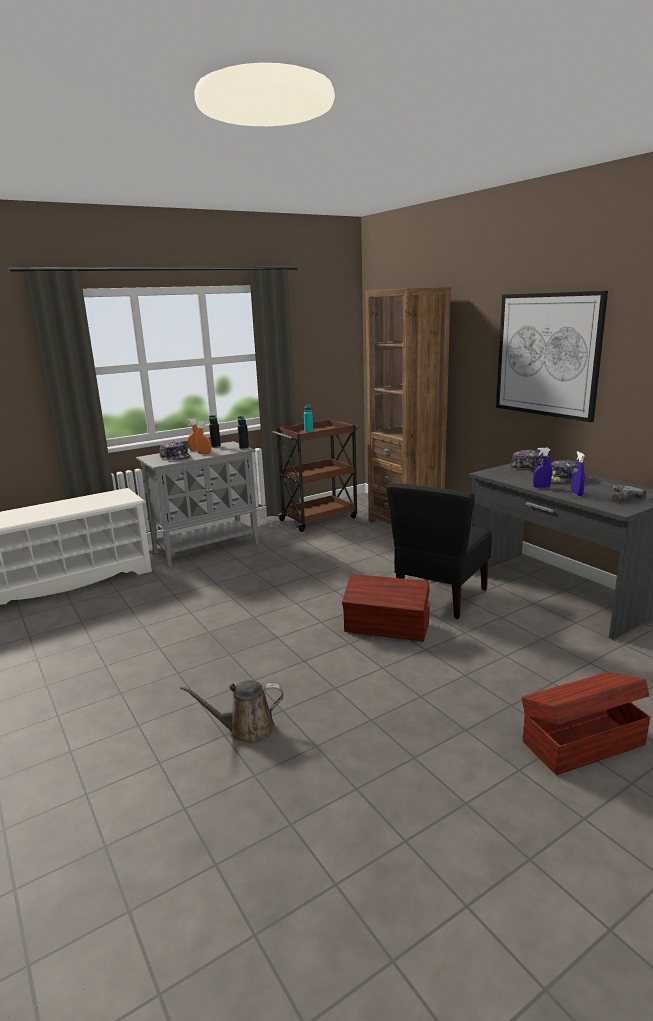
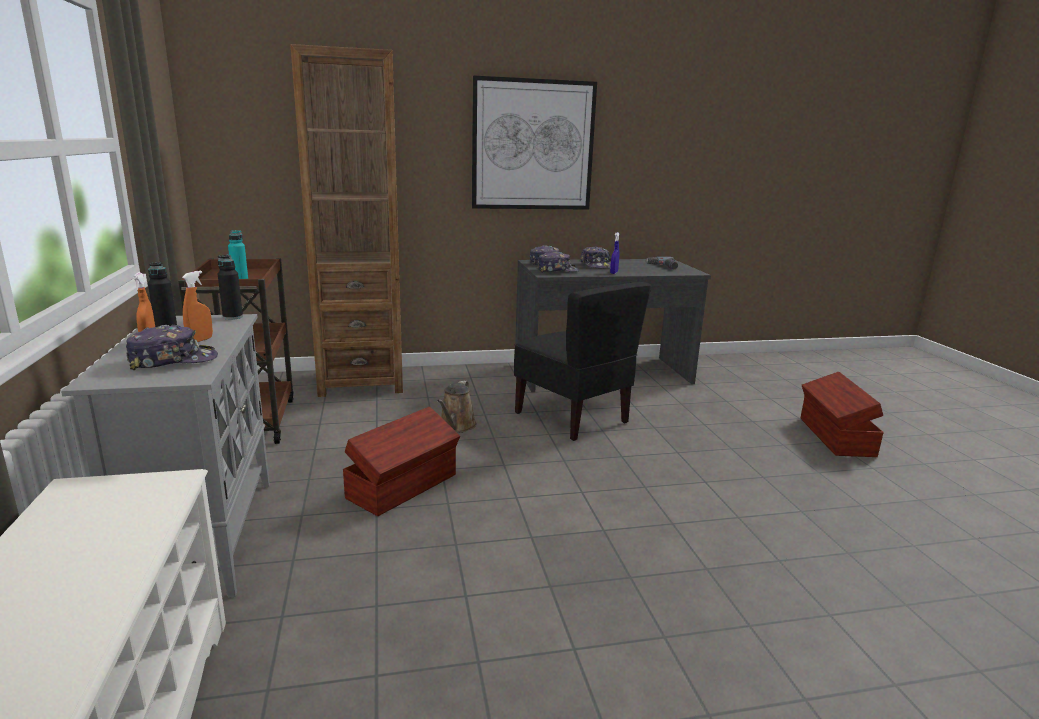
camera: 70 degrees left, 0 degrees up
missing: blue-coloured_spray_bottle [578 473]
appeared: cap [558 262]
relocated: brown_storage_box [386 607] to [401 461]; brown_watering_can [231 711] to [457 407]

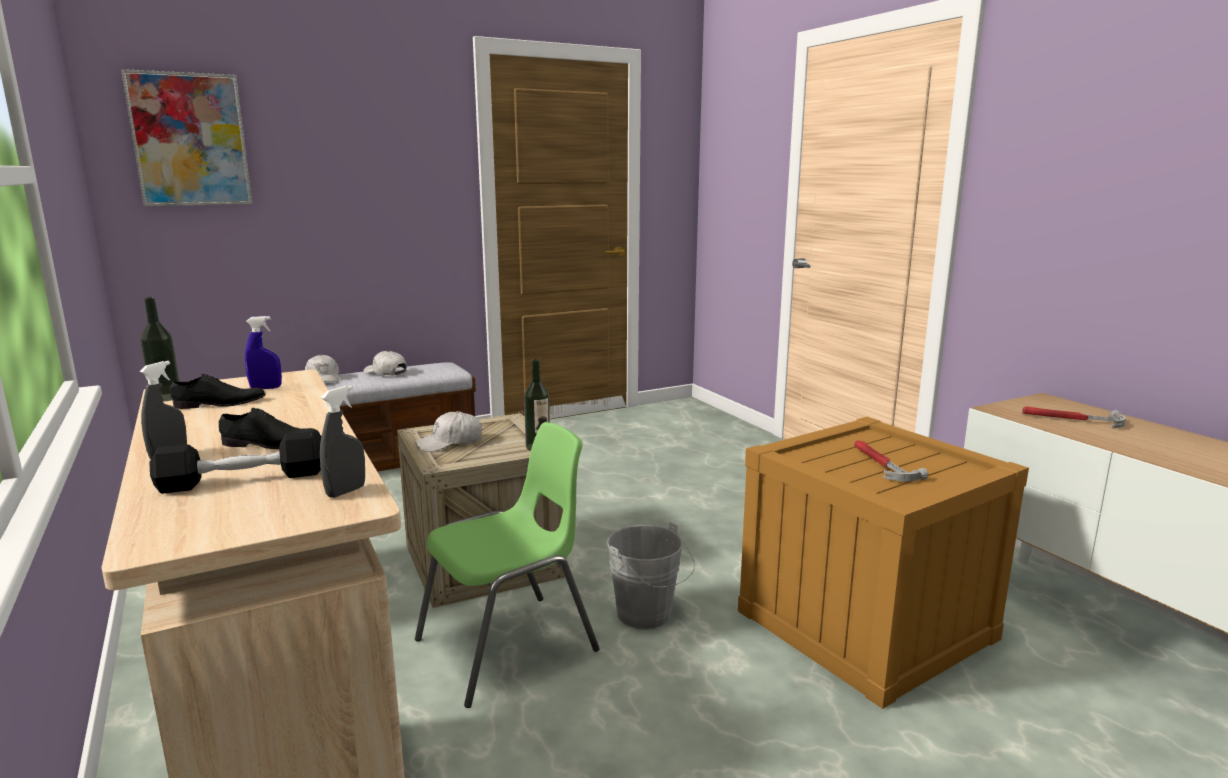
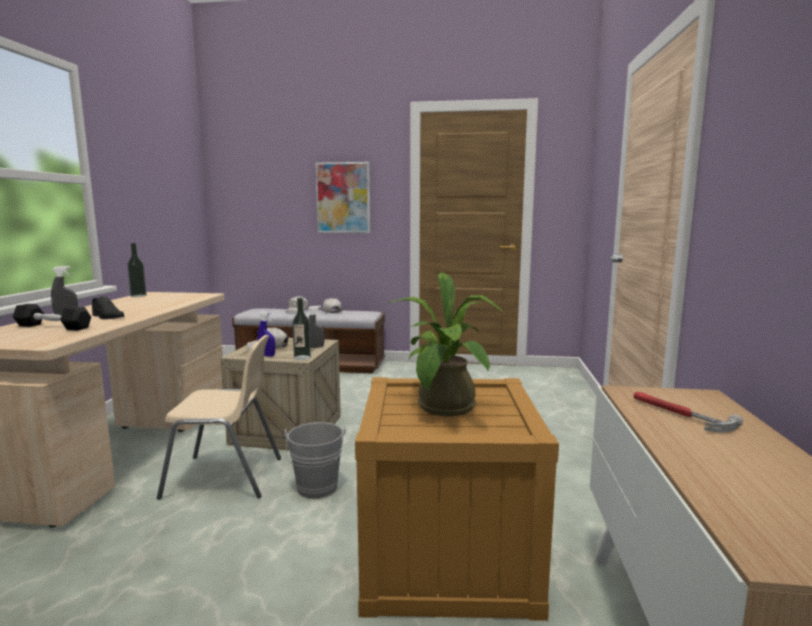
camera: 35 degrees right, 5 degrees down
missing: black_low_shoe [218 391]
relocated: wall_picture [186 137] to [343 197]; blue-coloured_spray_bottle [263 352] to [266 334]; grey_spray_bottle [342 441] to [316 327]
exchanged: hand_hammer [891 461] to potted_plant [446 344]
colour: greenish_plain_chair [507 565] to beige-coloured_plain_chair [219 417]

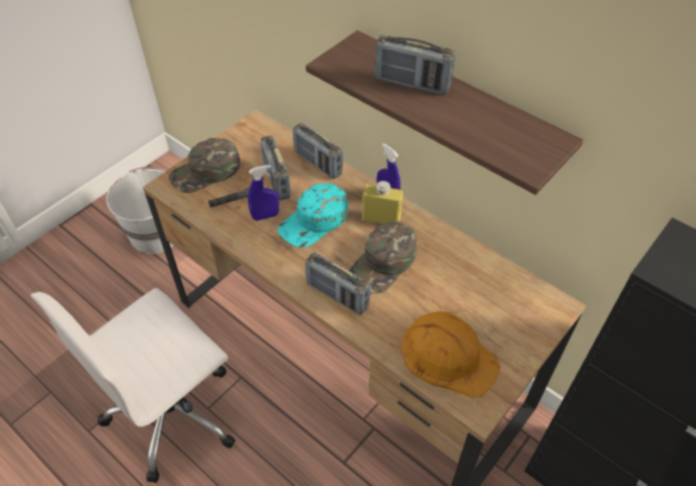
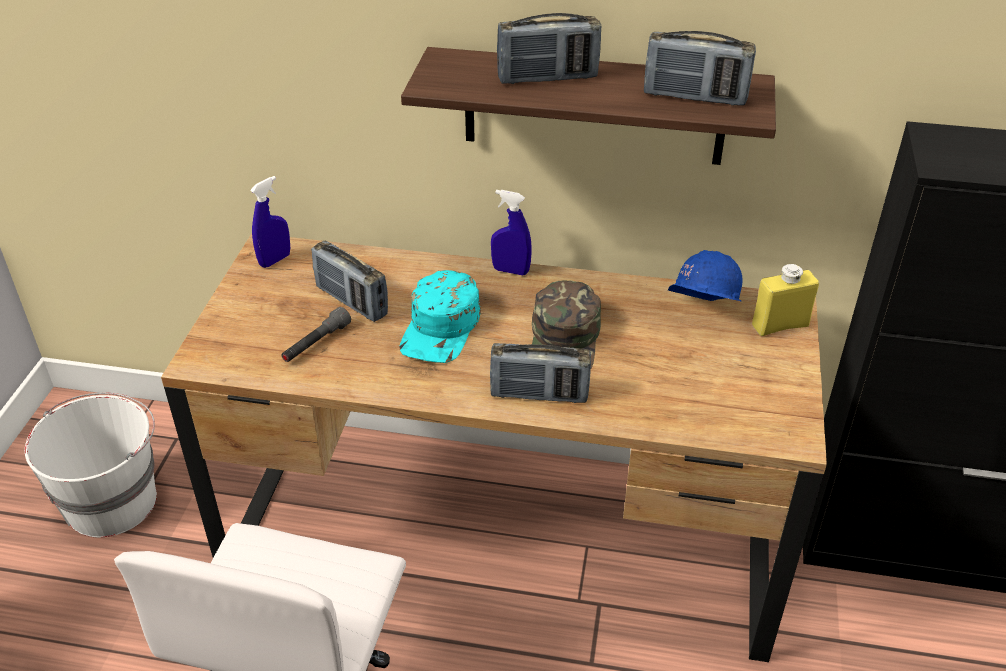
camera: 30 degrees left, 10 degrees down
missing: greenish_cap [204 165]; orange_safety_helmet [451 354]
appeared: blue-coloured_safety_helmet [705 275]
relocated: radio [318 151] to [700 68]; blue-coloured_spray_bottle [263 193] to [270 222]; yellow-coloured_bottle [382 202] to [785 300]

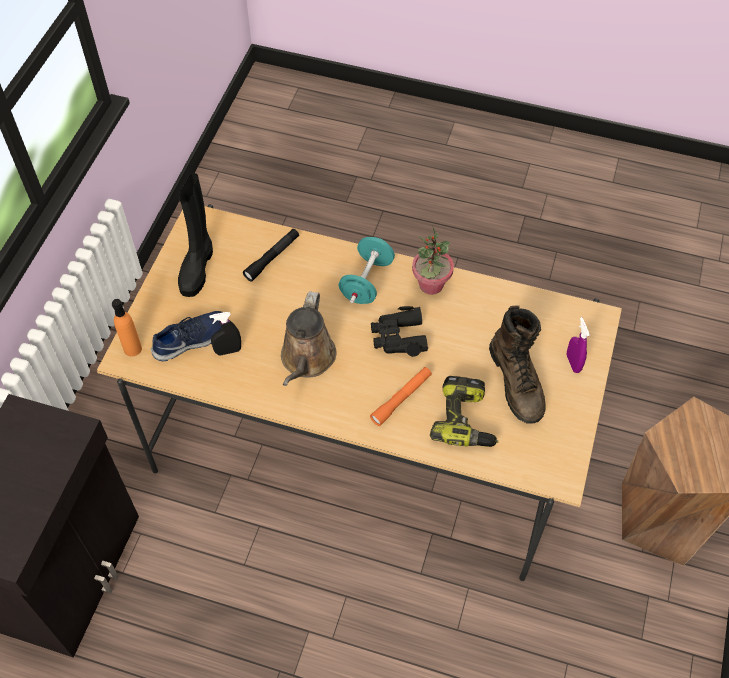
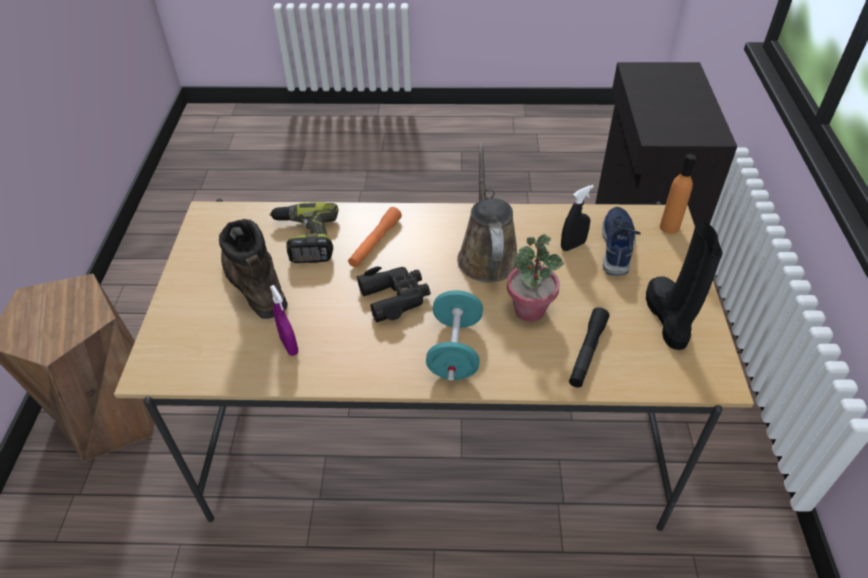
camera: 165 degrees right, 10 degrees down
relocated: potted_plant [433 261] to [535 278]; purple_spray_bottle [578 345] to [284 320]
spun: blue-coloured_low_shoe [187 336] = [621 241] 150 degrees clockwise

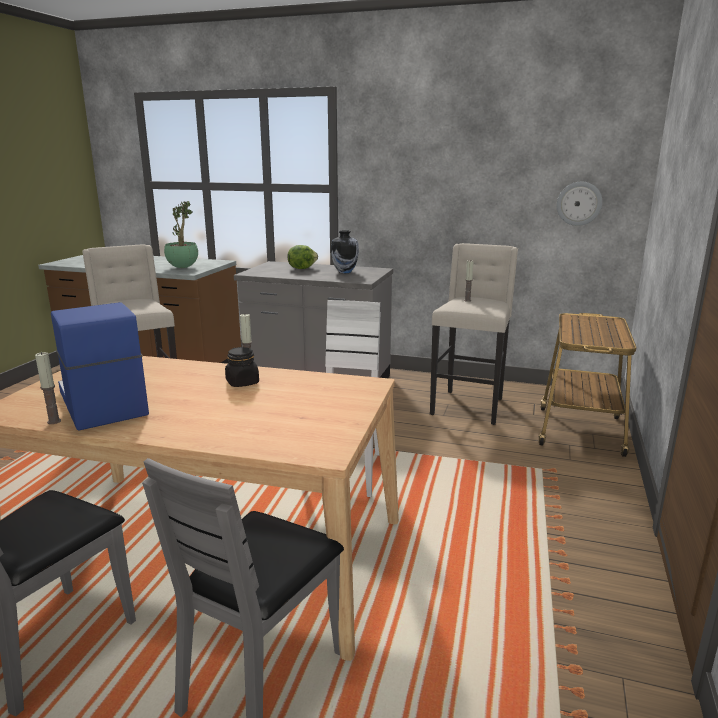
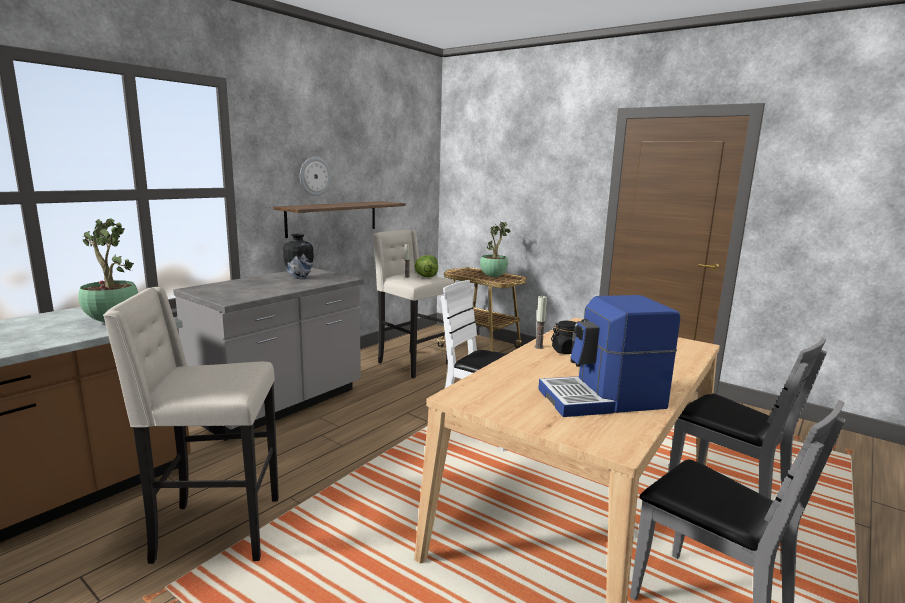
camera: 70 degrees left, 5 degrees down
missing: wax_light [48 388]
appeared: bracket_shelf [339 219]; potted_plant [495 249]
relocated: clock_on_the_wall [579 204] to [315 176]; lettuce [302 257] to [426 266]

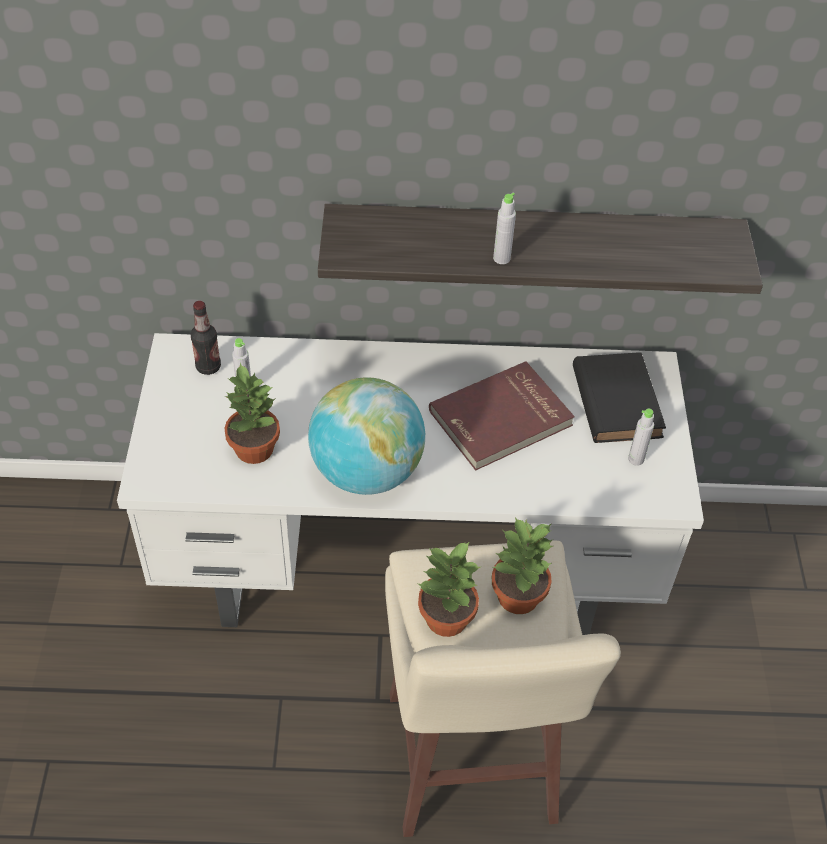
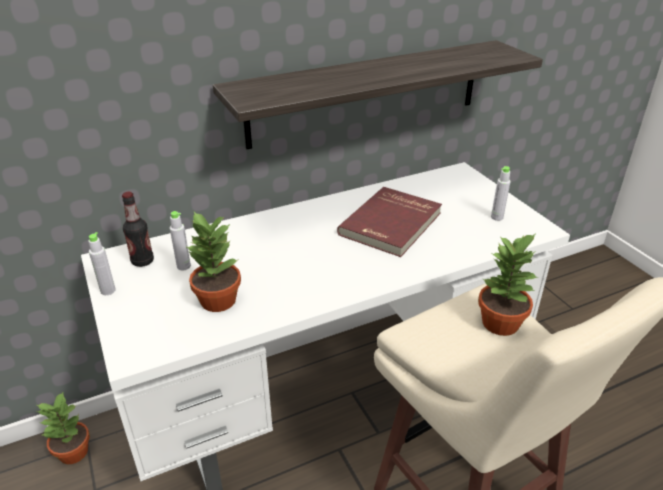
camera: 25 degrees left, 15 degrees down
missing: black_book [619 397]; desk_globe [366 436]
relocated: grey_bottle [504 228] to [102 263]; potted_plant [449 589] to [63 427]

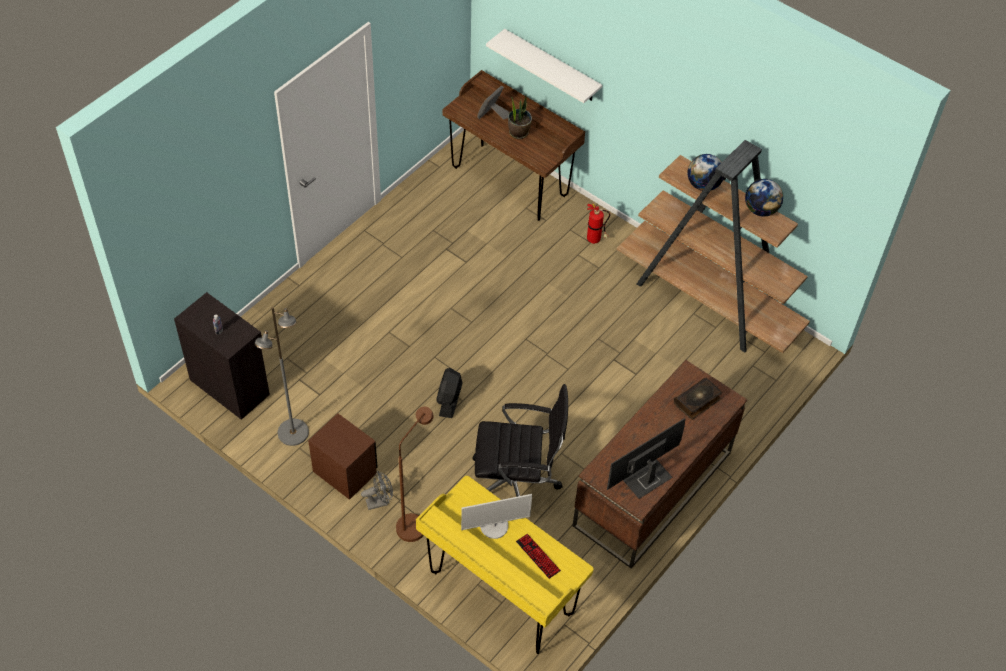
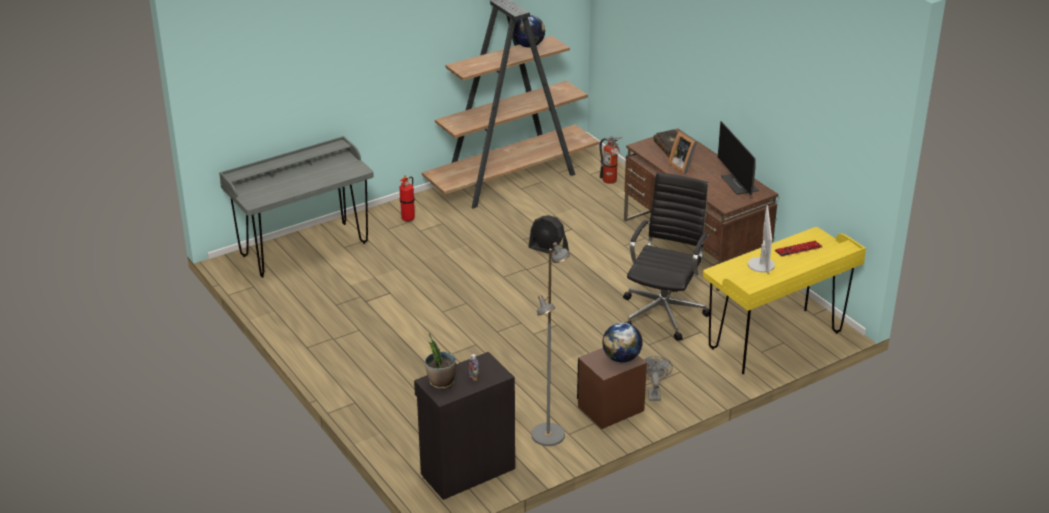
camera: 70 degrees left, 20 degrees down
missing: whitish_bracket_shelf [544 66]; brown_standing_lamp [415 474]
appeared: fire-fighting_cylinder [611 160]
relocated: standing_frame [493 102] to [682 152]; potted_plant [520 118] to [440 361]; desk_globe [705 172] to [622 343]; black_electric_fan [449 393] to [548 234]
colour: brown_desk [513 145] to grey_desk [296 207]

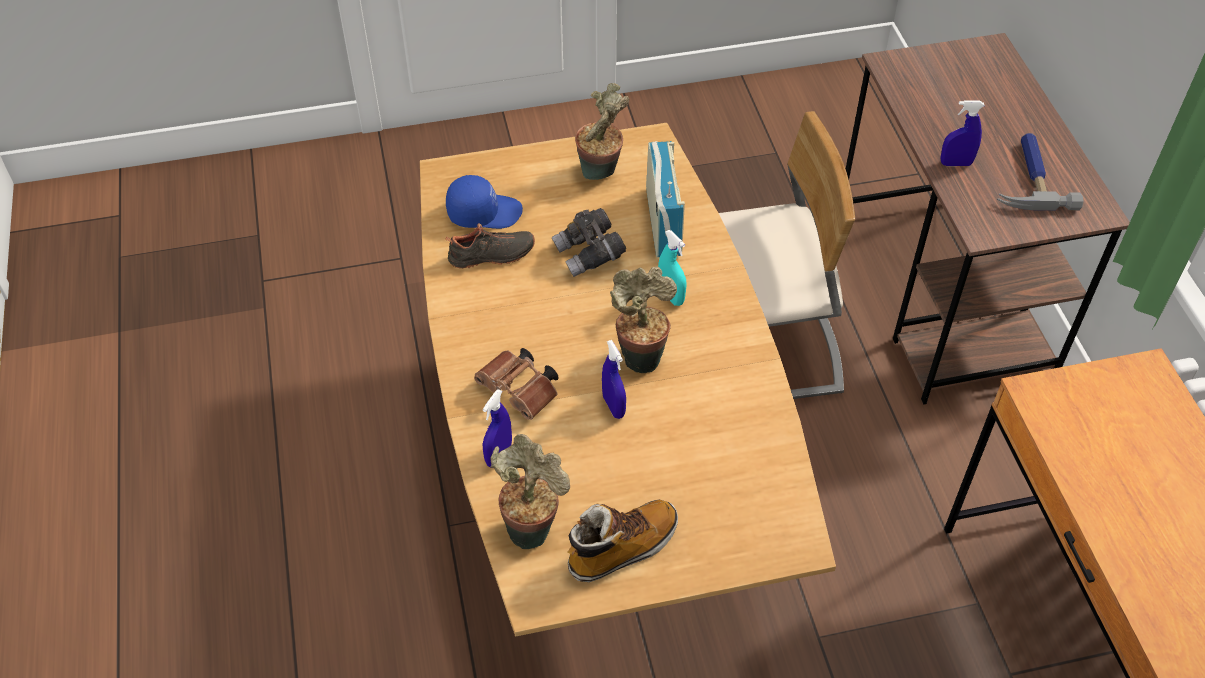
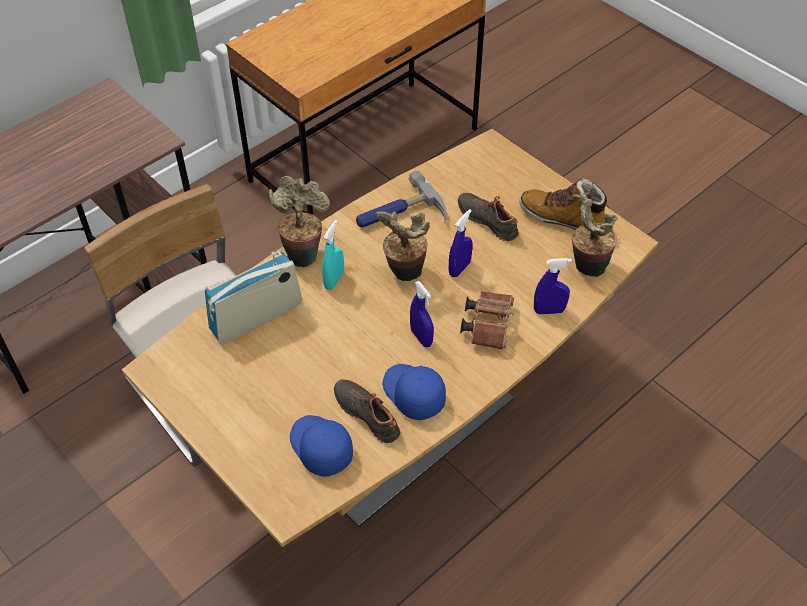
camera: 120 degrees left, 0 degrees up
missing: grey_binoculars [588 242]
appeared: black_low_shoe [488 217]; blue-coloured_cap [414 392]
relocated: potted_plant [602 131] to [299 222]; blue-coloured_spray_bottle [962 133] to [422 314]; hand_hammer [1040 172] to [401 199]

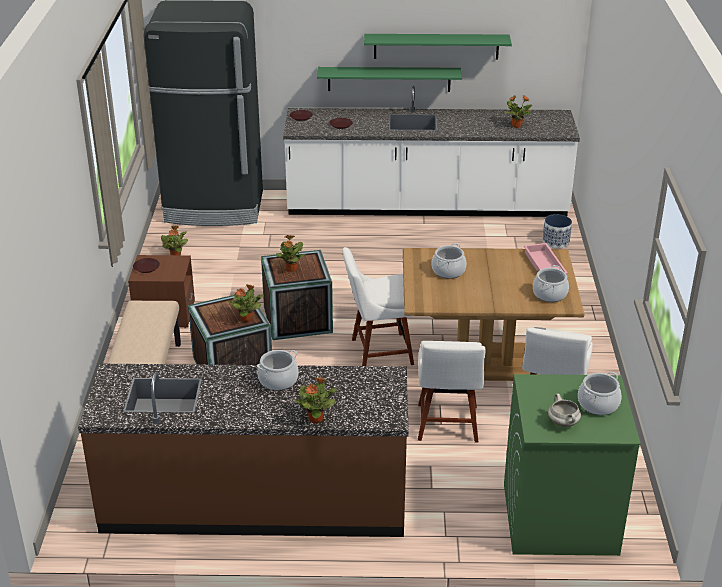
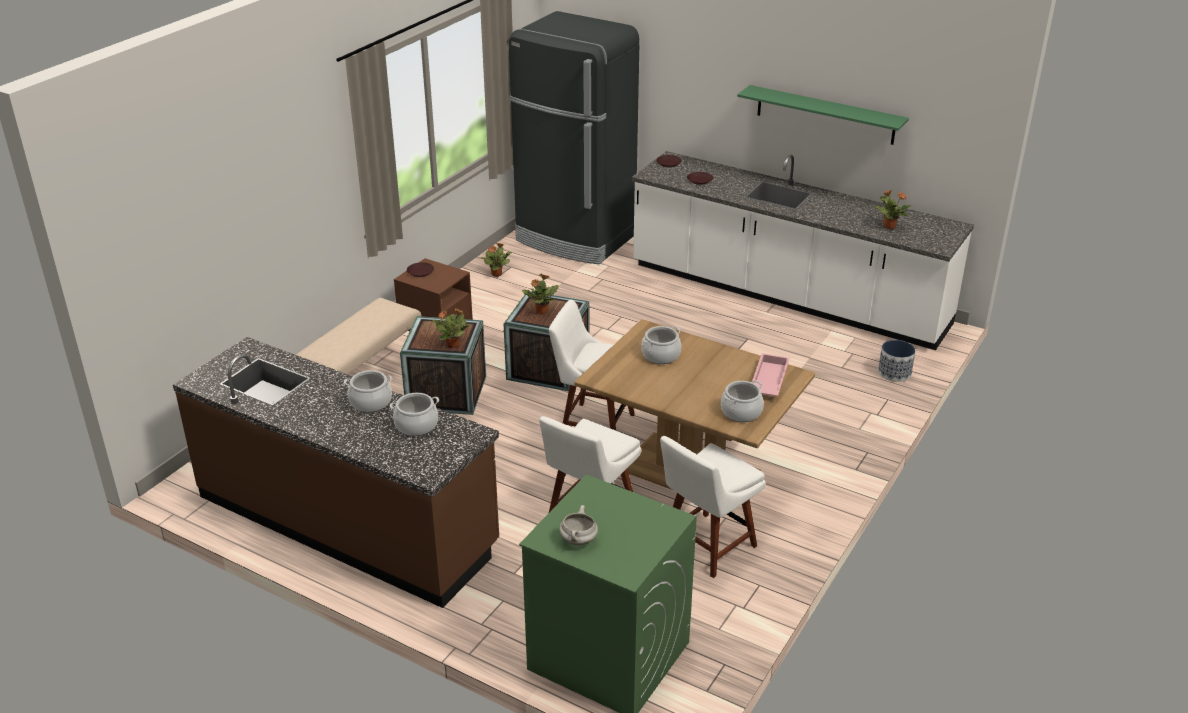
camera: 30 degrees right, 0 degrees up
missing: greenish_bracket_shelf [389 79]; potted_plant [316 400]
relocated: saucepot [599 393] to [414 414]

